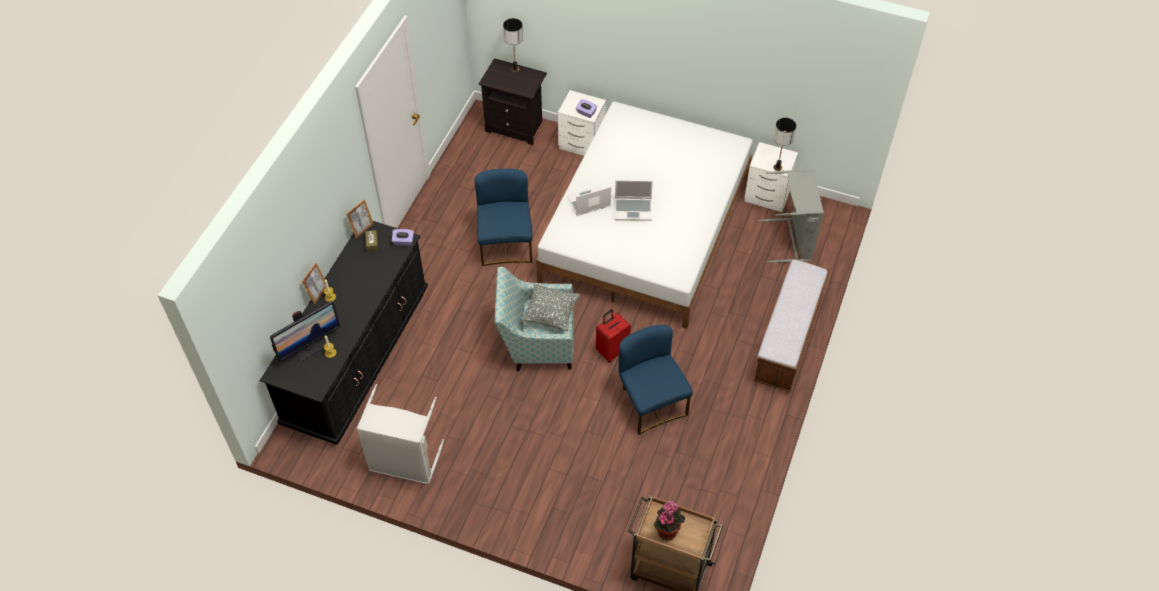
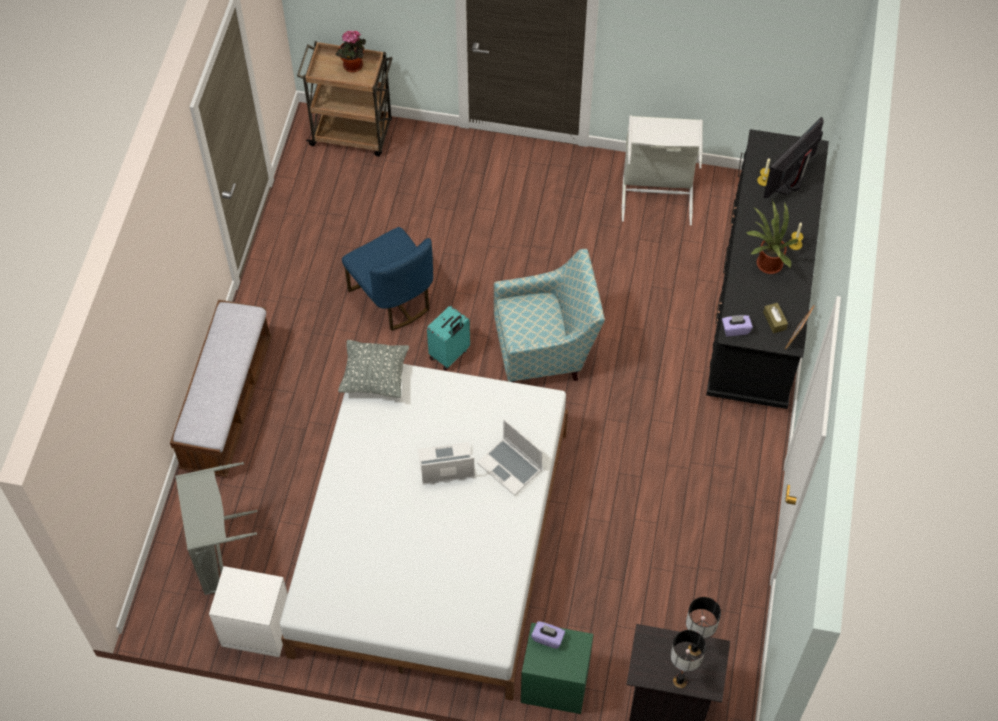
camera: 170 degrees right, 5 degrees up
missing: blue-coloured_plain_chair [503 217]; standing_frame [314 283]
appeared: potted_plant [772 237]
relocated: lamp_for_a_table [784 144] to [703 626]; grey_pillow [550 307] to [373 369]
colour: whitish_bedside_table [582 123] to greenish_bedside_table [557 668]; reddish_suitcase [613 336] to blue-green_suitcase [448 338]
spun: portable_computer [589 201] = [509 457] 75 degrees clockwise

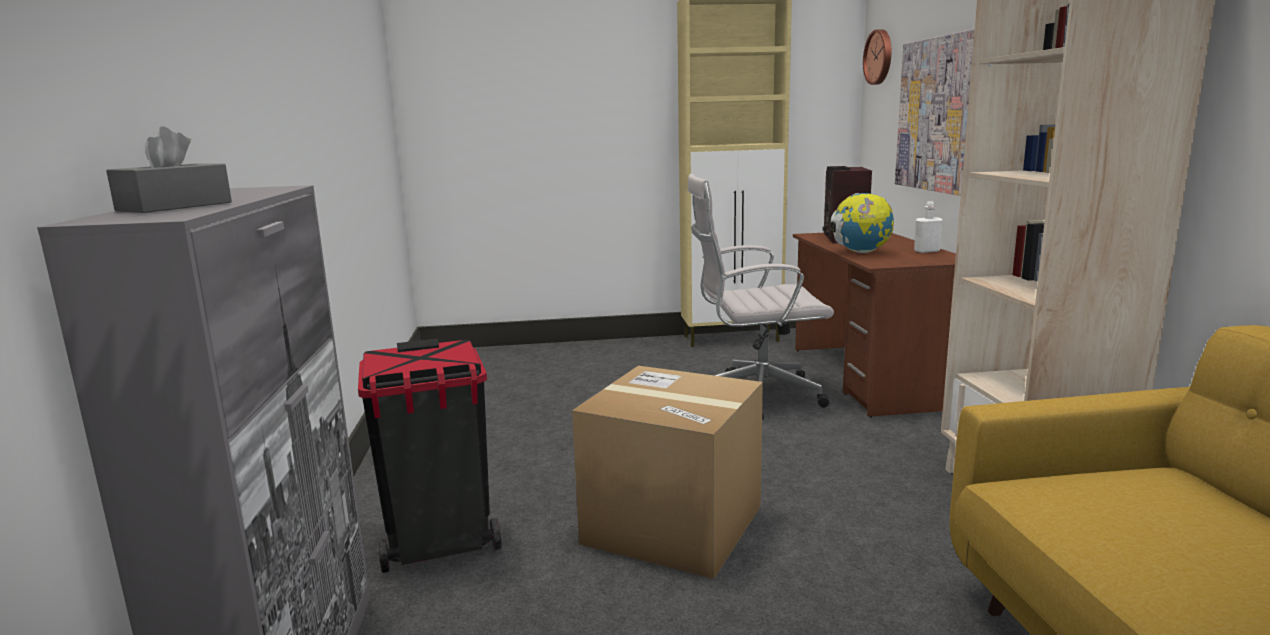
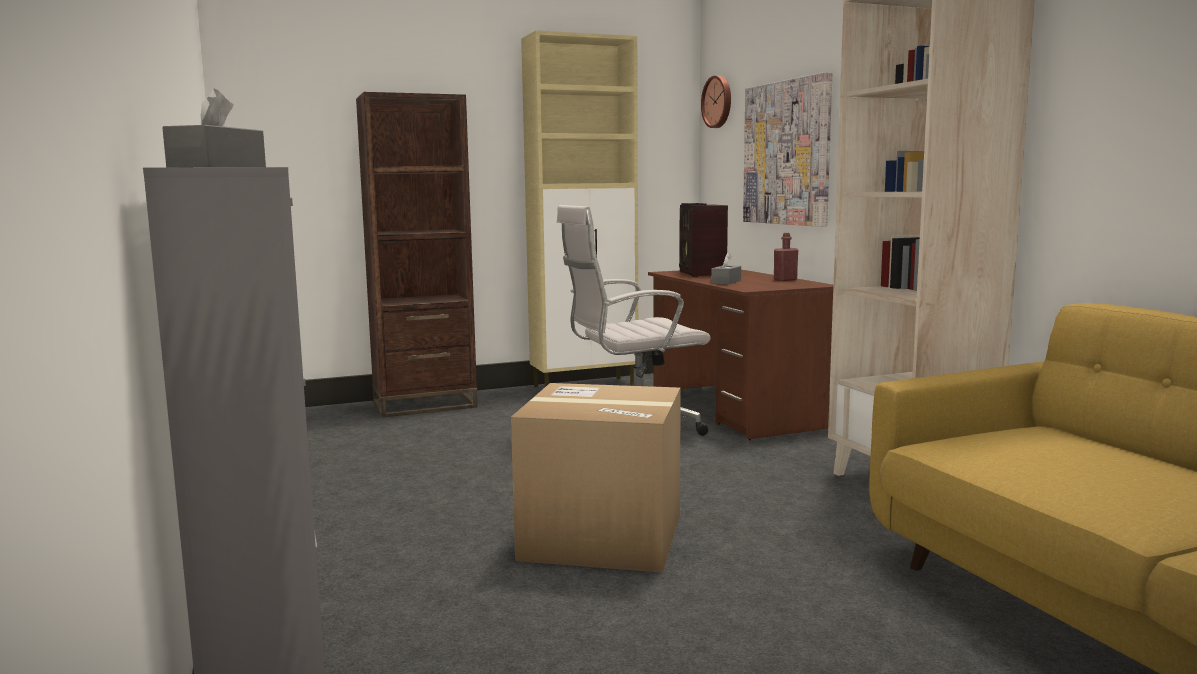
camera: 15 degrees left, 5 degrees down
missing: black_rubbish_bin [429 456]
appeared: brown_bookcase [417 255]
exchanged: desk_globe [862 223] to grey_tissue_holder [726 268]
colour: whitish_bottle [928 227] to reddish_bottle [786 257]

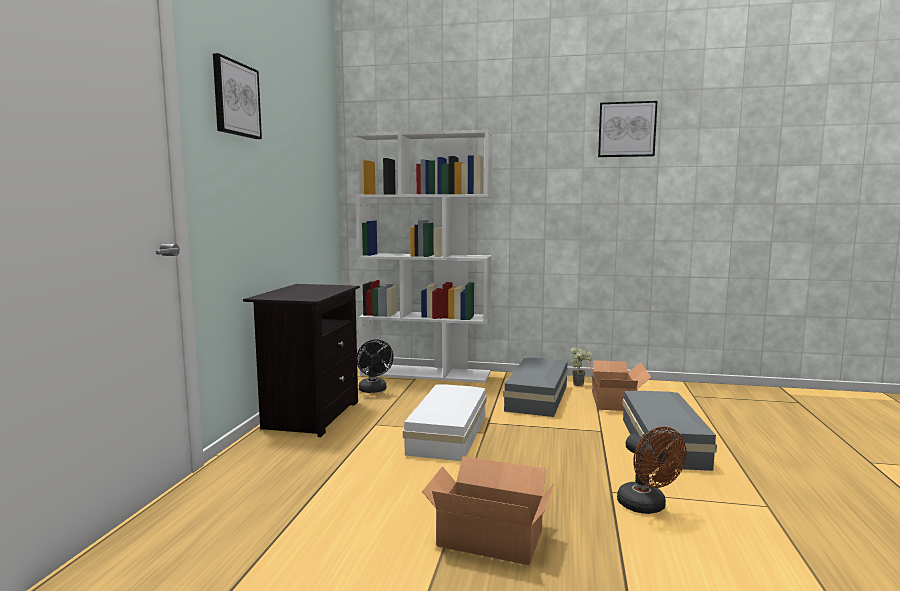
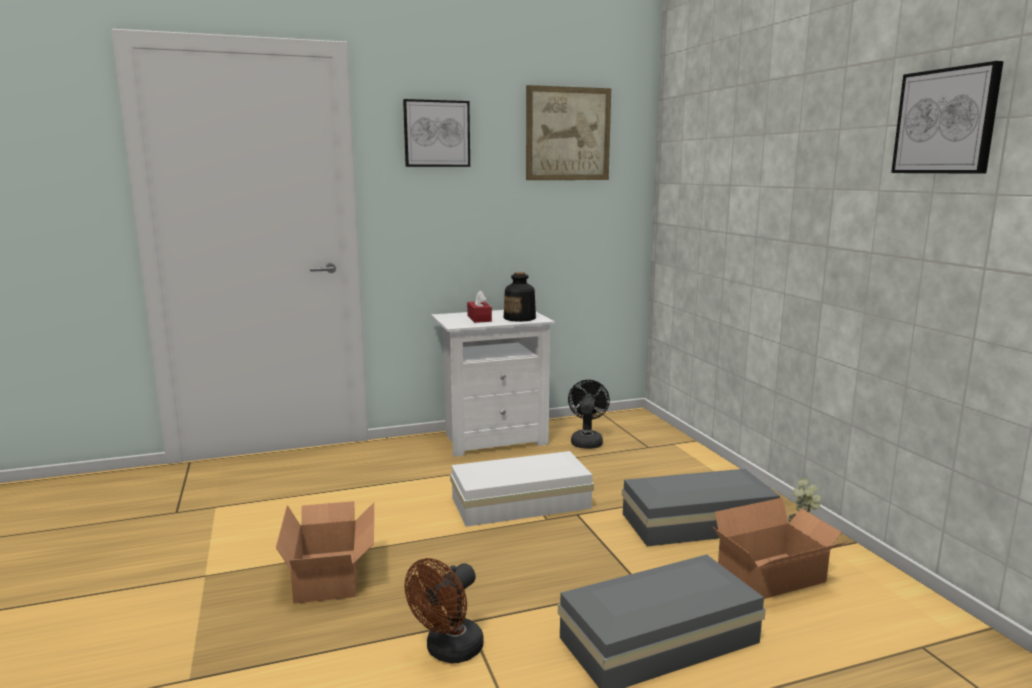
camera: 60 degrees right, 5 degrees up
missing: whitish_bookcase [423 256]
appeared: wall_picture [568 132]; bottle [520 297]; reddish_tissue_holder [479 306]
colour: black_bedside_table [301 360] to whitish_bedside_table [493 383]
spun: black_electric_fan [375 366] = [589 414] 150 degrees clockwise

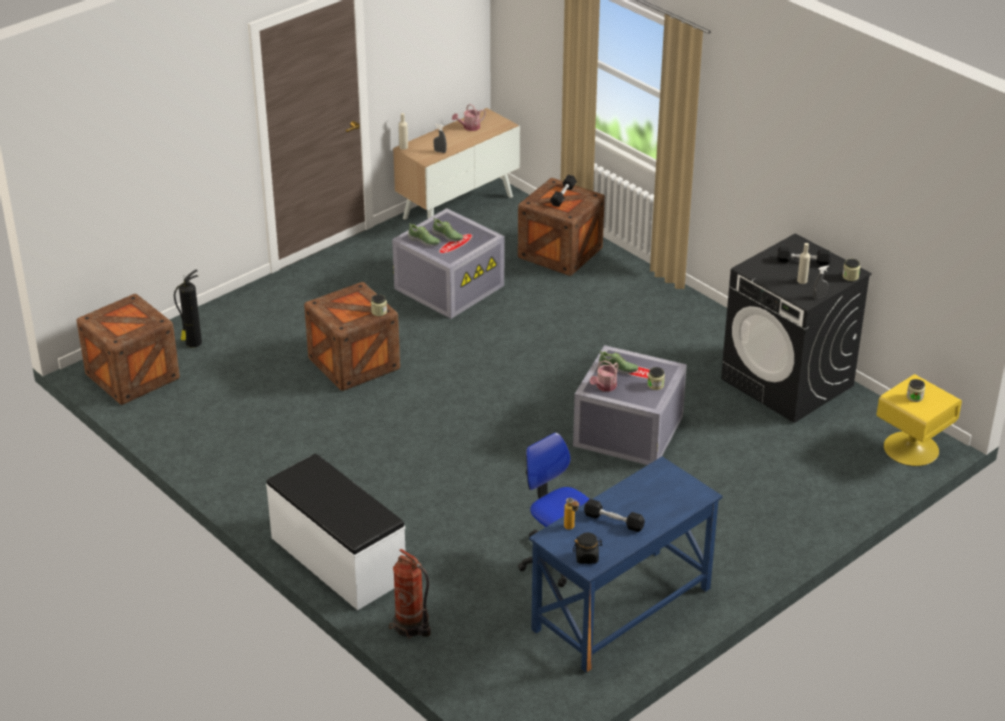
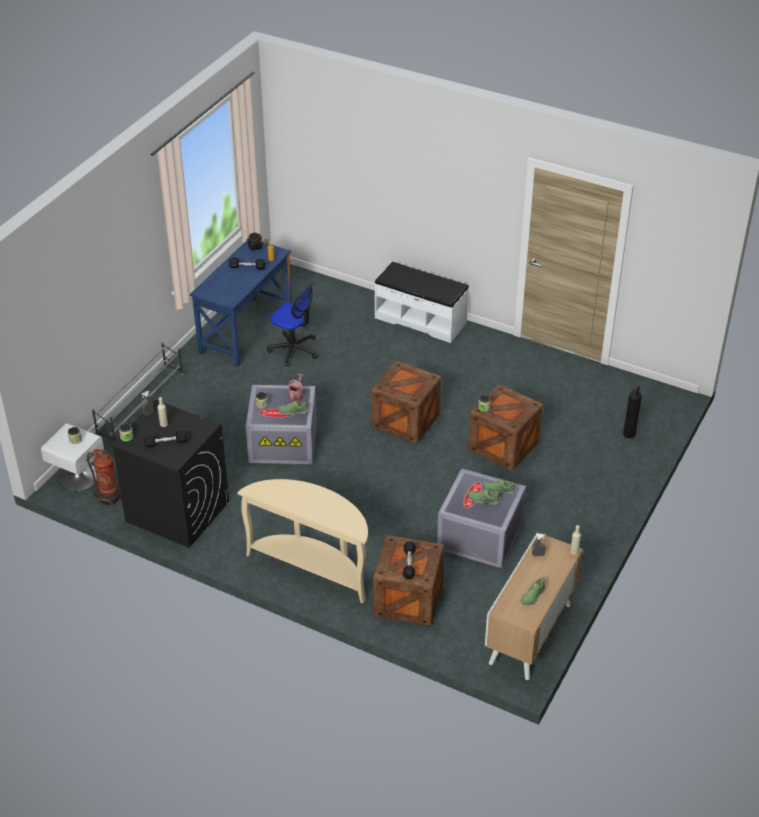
camera: 160 degrees right, 5 degrees up
appeared: grey_shoe_shelf [138 391]; beige-coloured_narrow_table [302 541]
relocated: crate [128 349] to [406 402]; fire-fighting_cylinder [410 594] to [104 477]
exchanged: watering_can [469 117] to low_shoe [533 591]
colour: yellow-coloured_bedside_table [919 420] to whitish_bedside_table [72 457]

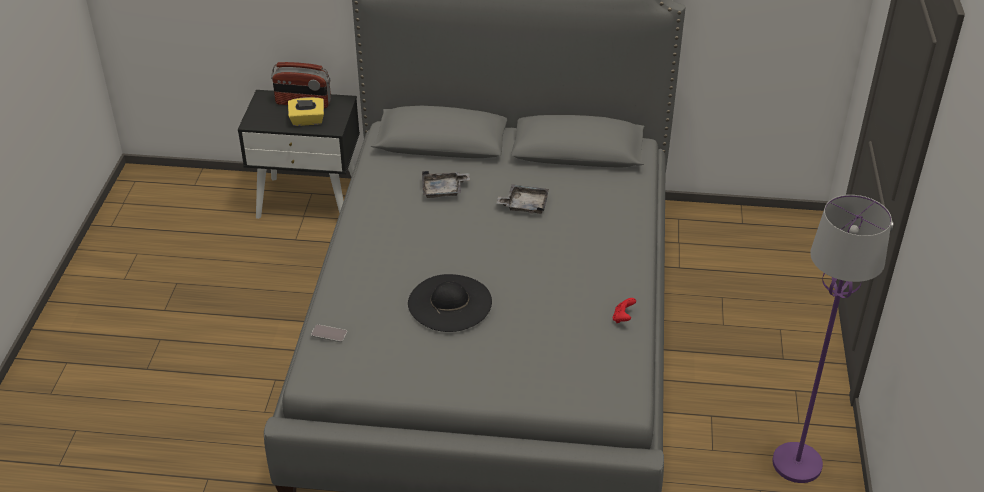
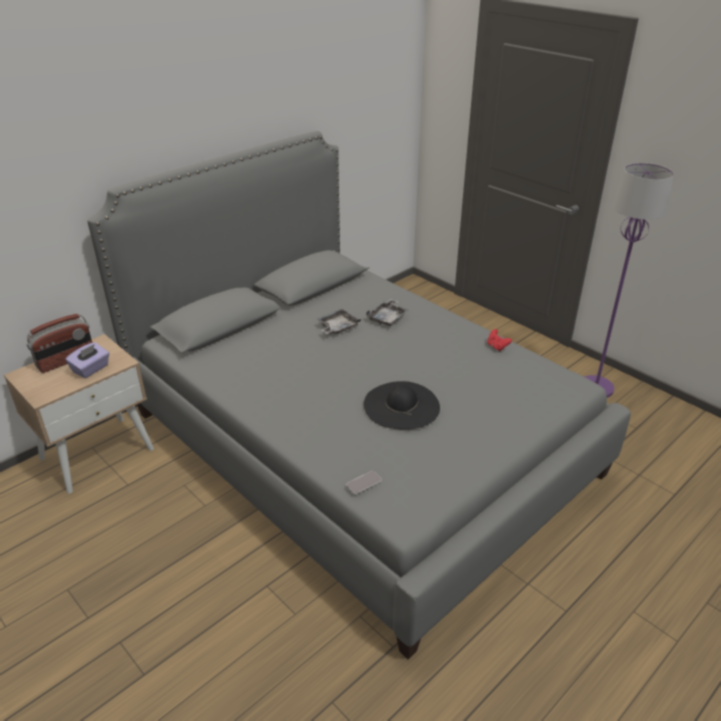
camera: 50 degrees left, 5 degrees down
relocated: grey_carrying_tray [446 184] to [387 312]
colour: black_bedside_table [299 154] to beige-coloured_bedside_table [79 414]; yellow-coloured_tissue_holder [306 111] to purple_tissue_holder [88 360]

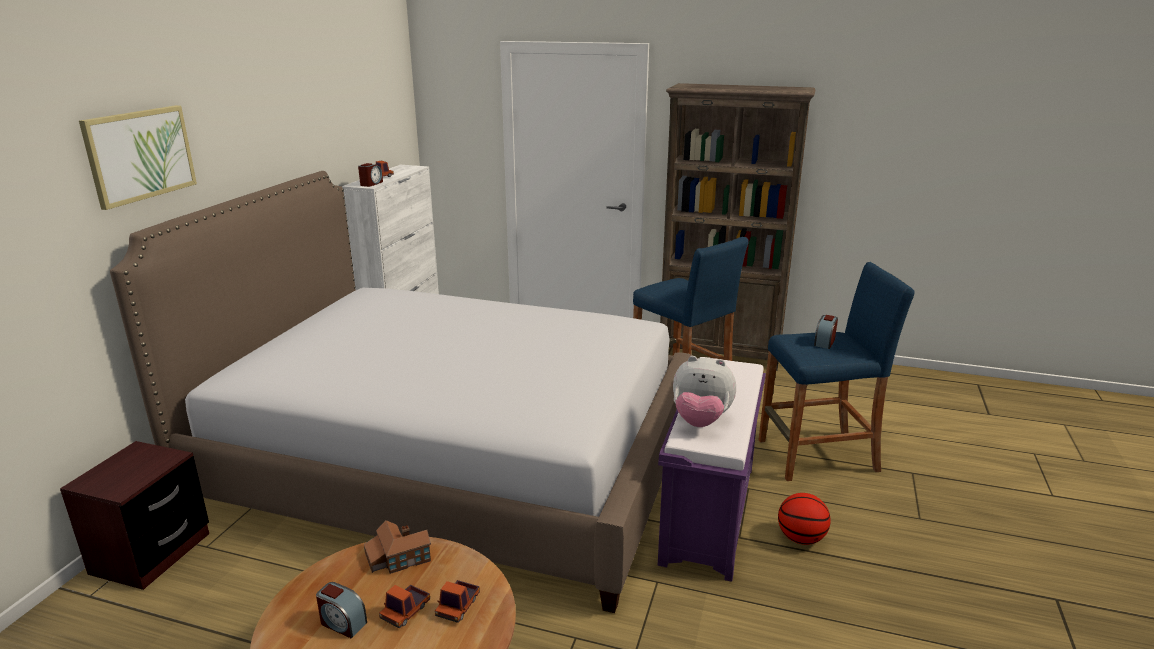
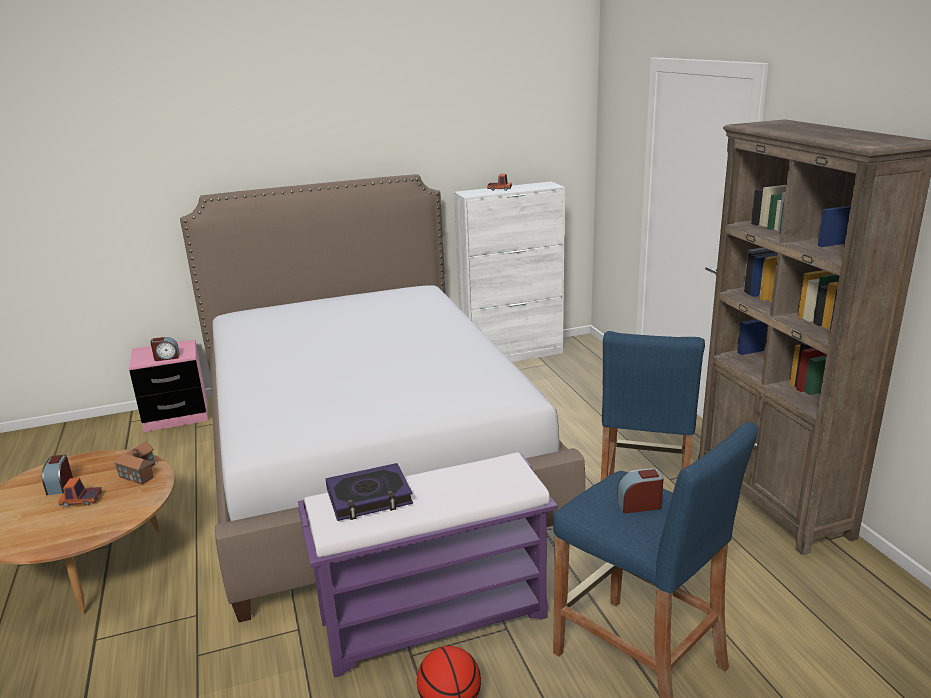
camera: 55 degrees right, 0 degrees up
missing: wall_picture [138 157]; toy_truck [457 601]
relocated: bedside_clock [370 175] to [165 349]
exchanged: soft_toy [704 391] to book [369 492]
colour: brown_bedside_table [134 515] to pink-coloured_bedside_table [168 385]

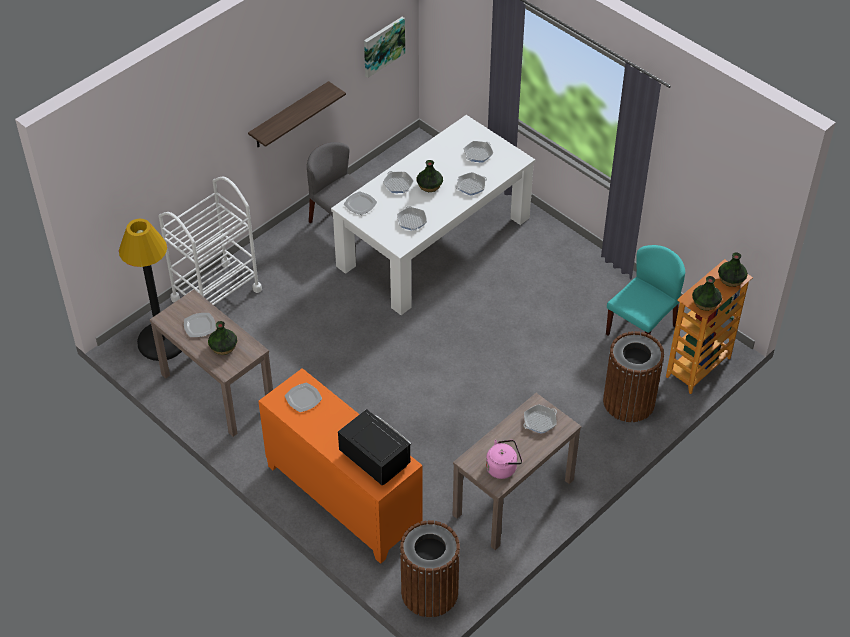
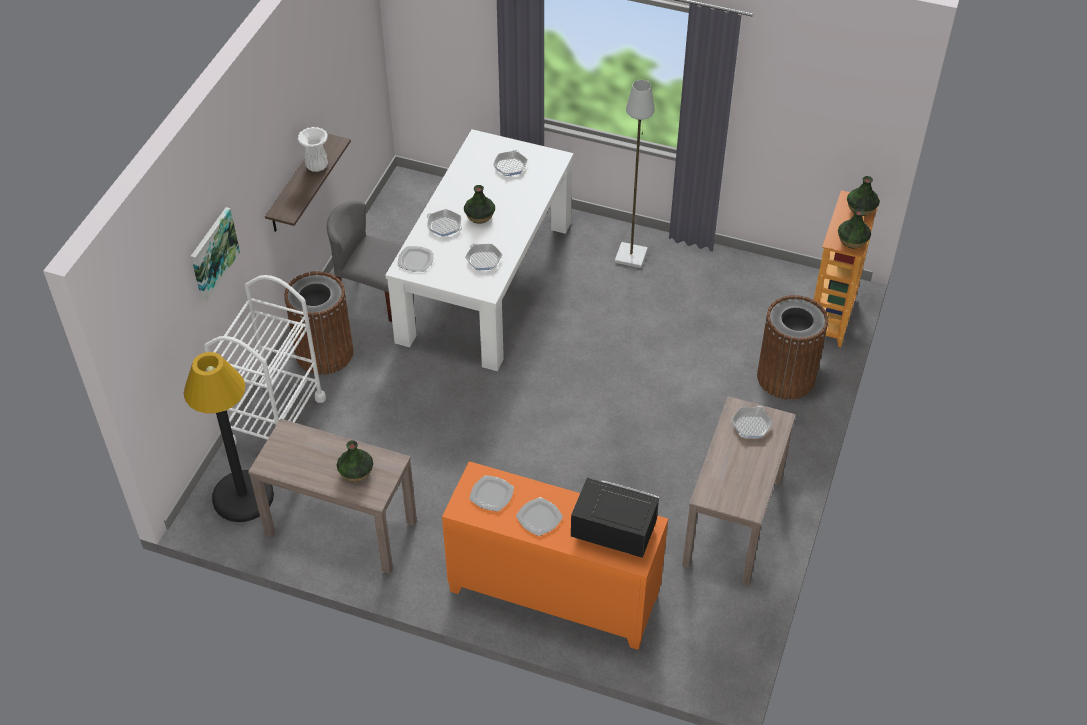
camera: 25 degrees left, 0 degrees up
missing: pan [471 184]; blue-green_plain_chair [645 290]; pink-coloured_water_kettle [504 459]
appeared: grey_standing_lamp [635 174]; whitish_decorative_vase [313 149]
relocated: wall_picture [384 47] to [215 254]; flat_dish [200 325] to [539 516]; brown_rubbish_bin [430 568] to [318 323]

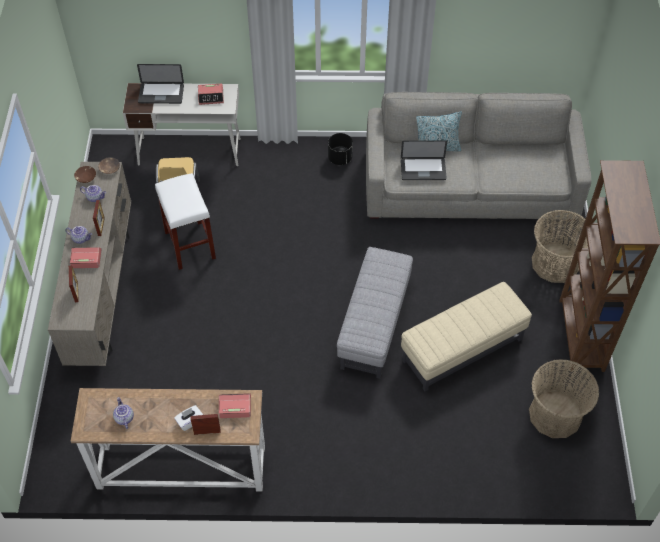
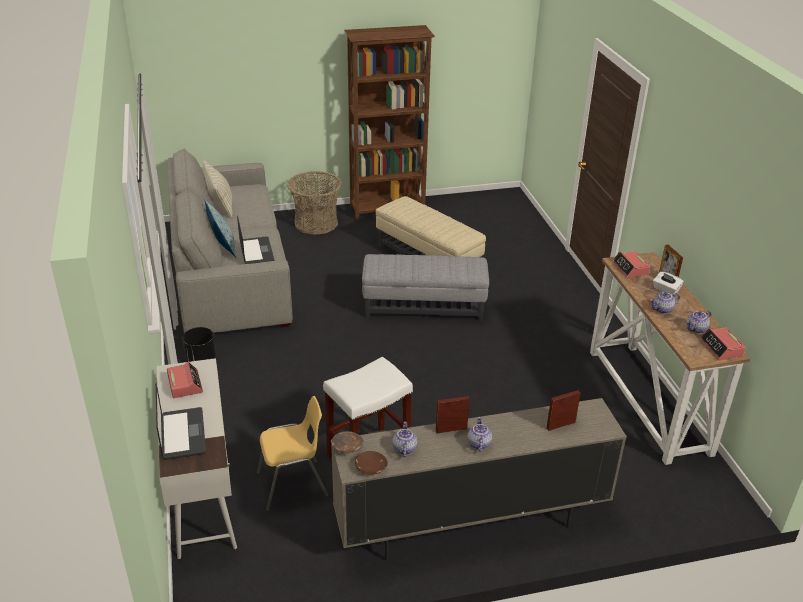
camera: 105 degrees left, 20 degrees down
missing: storage_basket [564 398]
appeared: pillow [218 189]; pot_for_tea [665 303]
relocated: bedside_clock [86 257] to [723 344]

